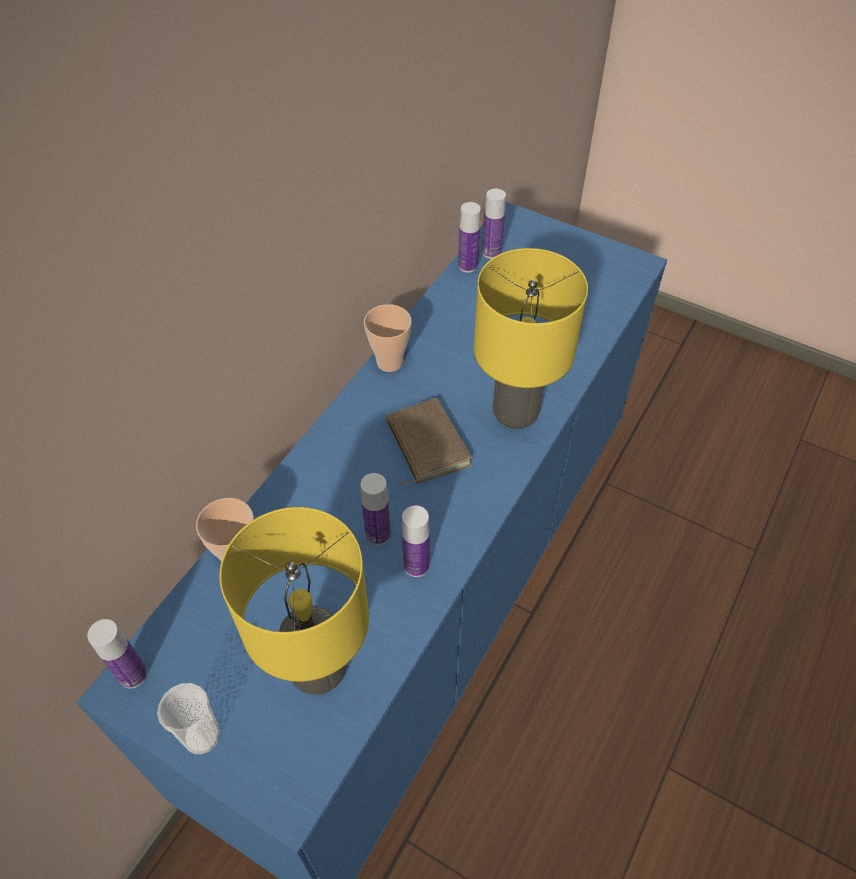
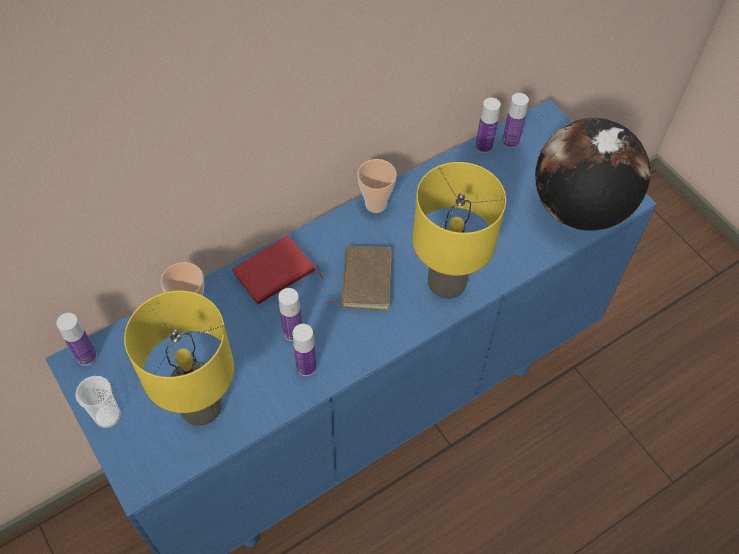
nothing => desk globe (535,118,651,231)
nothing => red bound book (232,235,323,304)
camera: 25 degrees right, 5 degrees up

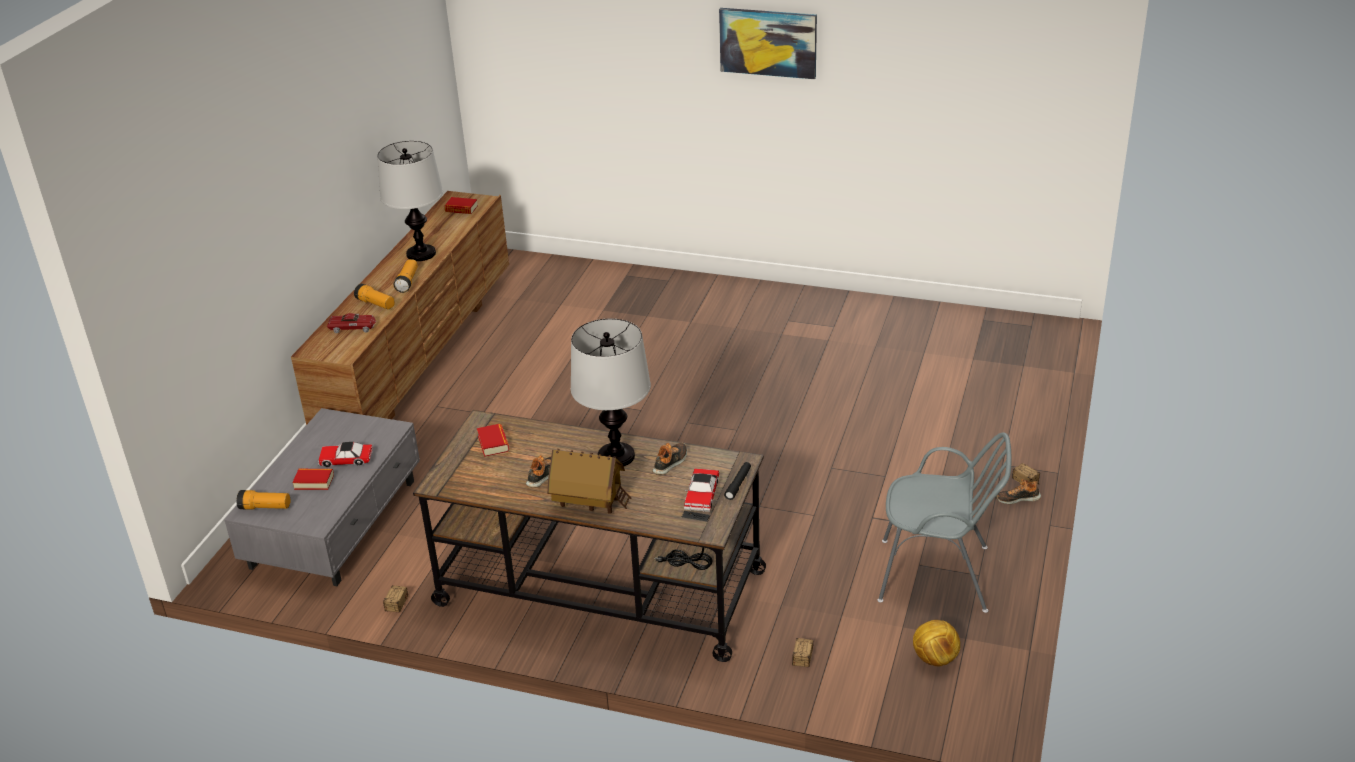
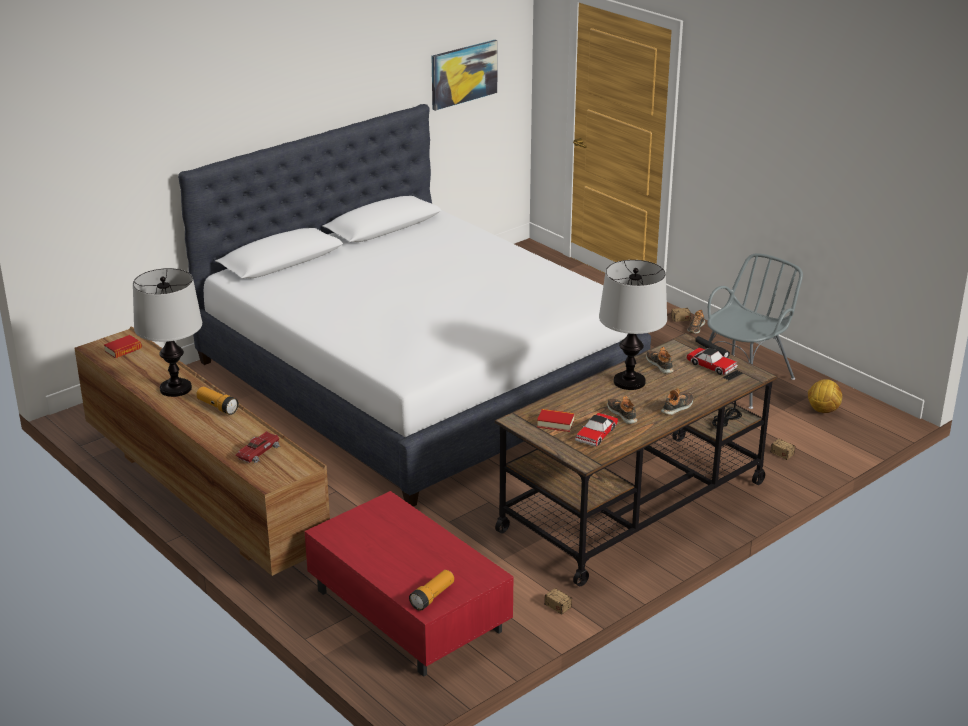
picture (719,8,817,79) => picture (431,40,498,111), move
hand torch (354,284,395,309) => nothing
gray lounge table (224,408,420,586) => red lounge table (305,491,513,677)
miniature car (318,442,373,467) => miniature car (575,413,618,447), move
model house (547,449,631,514) => low shoe (661,388,693,415)
bound book (292,469,334,490) => nothing
nothing => white-coloured bed (178,104,651,507)
camera: 60 degrees left, 5 degrees down

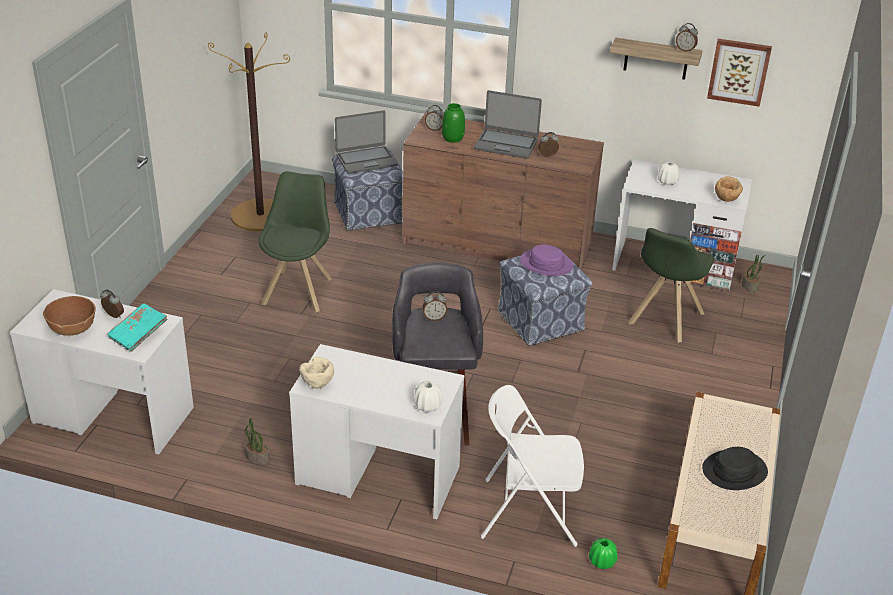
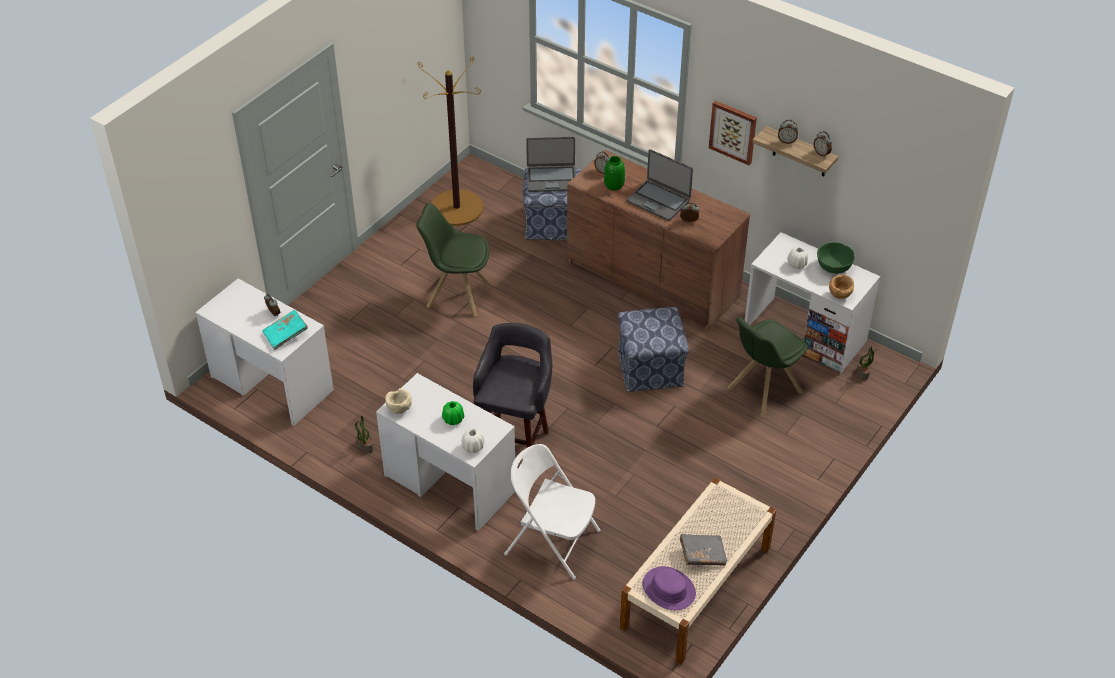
picture (707,39,772,107) => picture (709,101,757,165), move
green upright chair (258,171,332,312) => green upright chair (416,203,490,317), 105 degrees counterclockwise
purple wearable hat (520,245,573,276) => purple wearable hat (643,566,696,610), move
bedside clock (422,291,447,321) => bedside clock (778,120,798,144), move
brown serving bowl (43,296,96,336) => nothing
blackish wearable hat (702,447,768,490) => gray bound book (680,534,727,566)
green flower vase (589,538,617,569) => green flower vase (442,401,464,425), move
nothing => green serving bowl (817,242,855,274)
camera: 20 degrees right, 10 degrees up

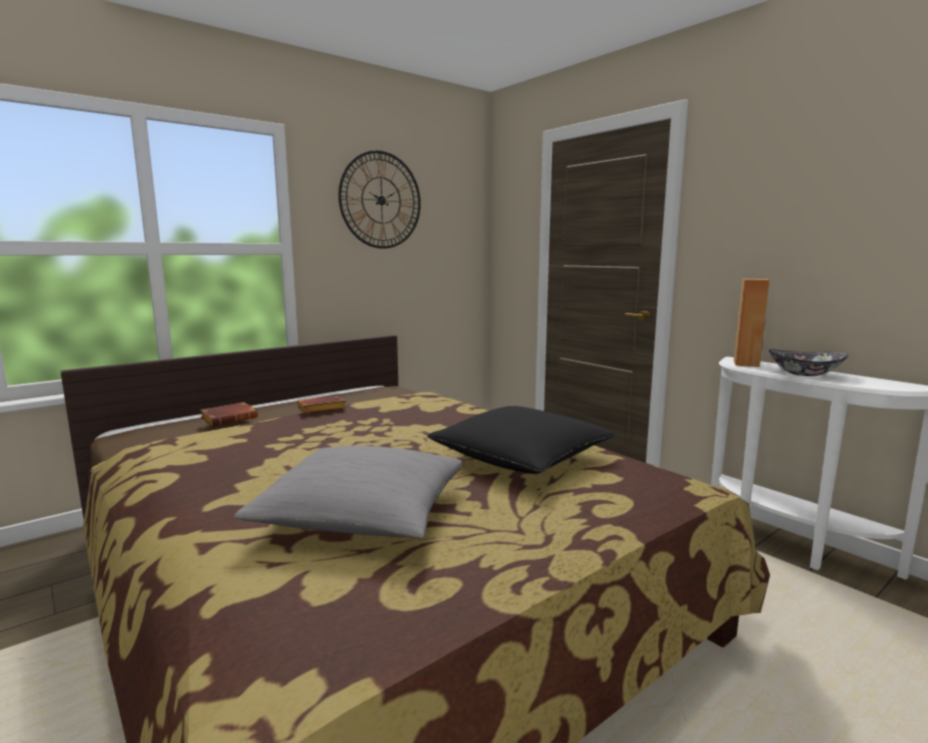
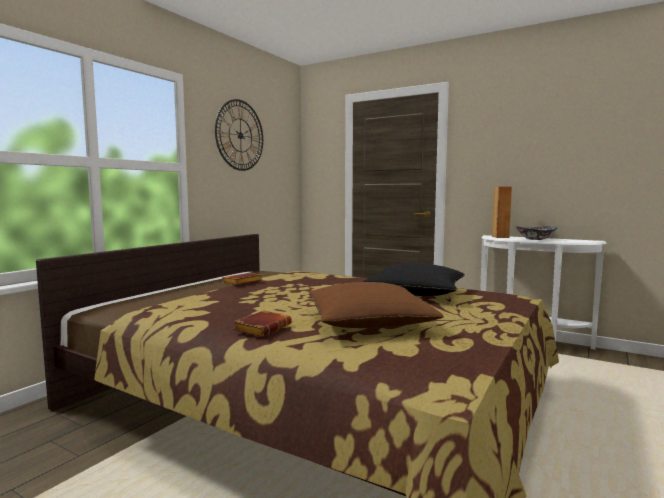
brown bound book (200,402,258,426) => brown bound book (233,310,292,337), move
gray pillow (234,445,463,539) => brown pillow (309,282,444,328)
camera: 20 degrees left, 5 degrees down

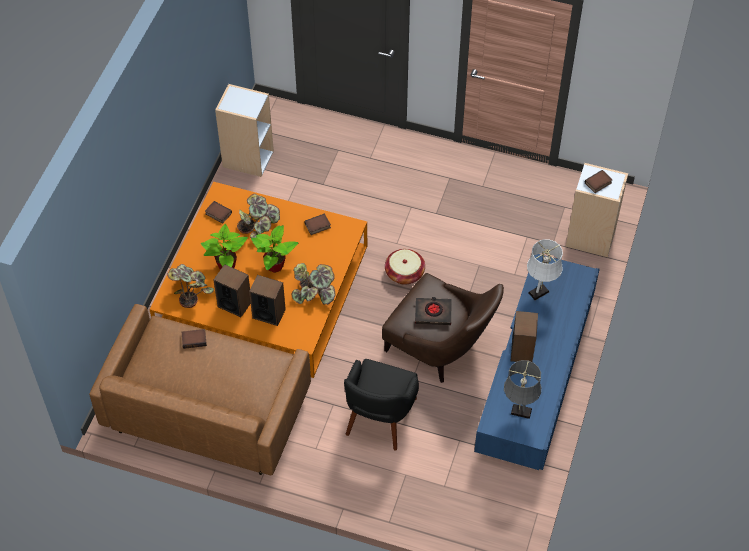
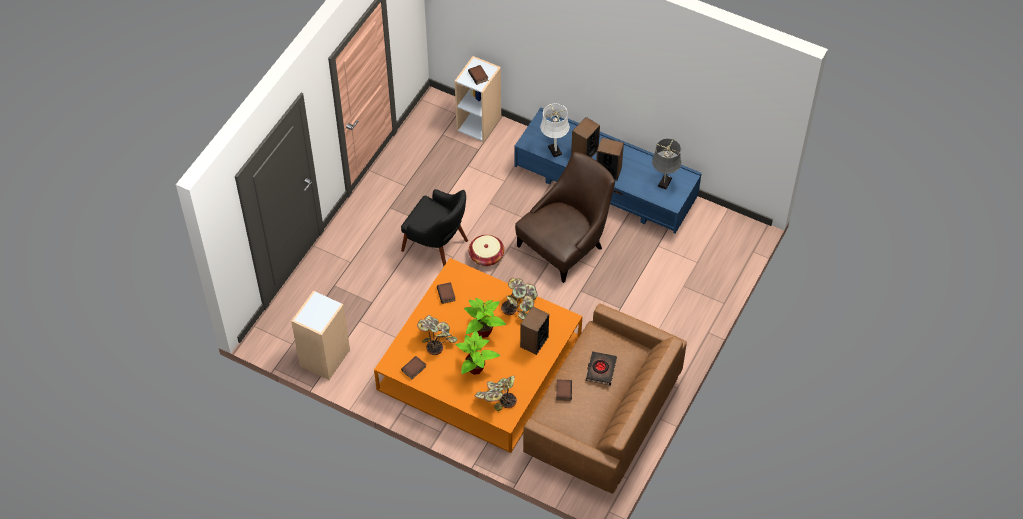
loudspeaker (213,264,251,317) => loudspeaker (571,117,600,158), move
blackish bound book (415,297,451,325) => blackish bound book (586,351,617,385), move
blackish armchair (344,359,419,450) => blackish armchair (401,189,468,267), move
camera: 80 degrees left, 0 degrees up

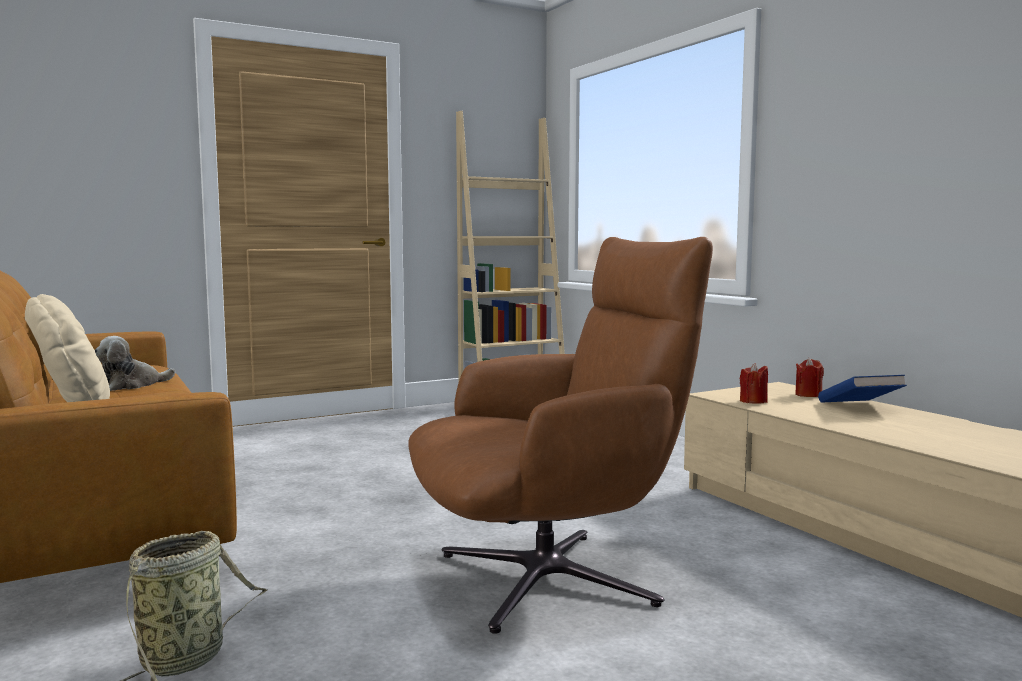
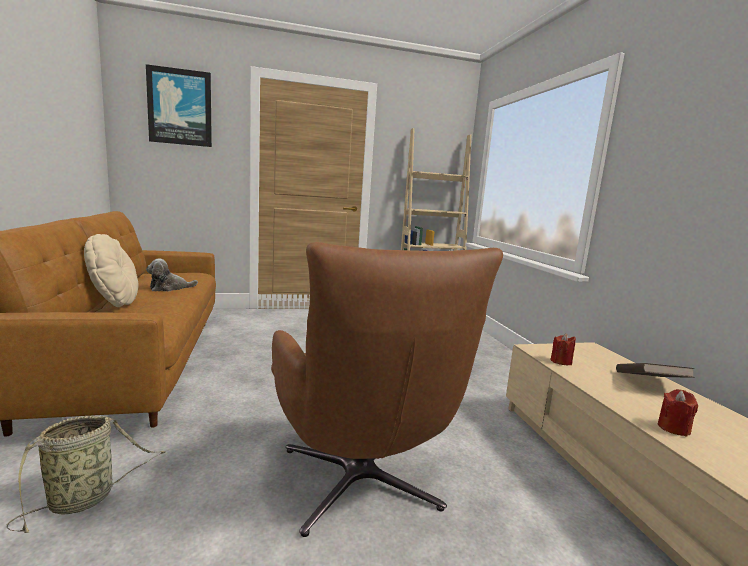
brown armchair (408,237,713,634) => brown armchair (271,242,503,537), 75 degrees clockwise
red candle (795,358,824,397) => red candle (658,389,698,437), move
blue bound book (818,375,907,403) => brown bound book (616,363,695,378)
nothing => picture (146,64,212,147)
camera: 15 degrees right, 5 degrees up

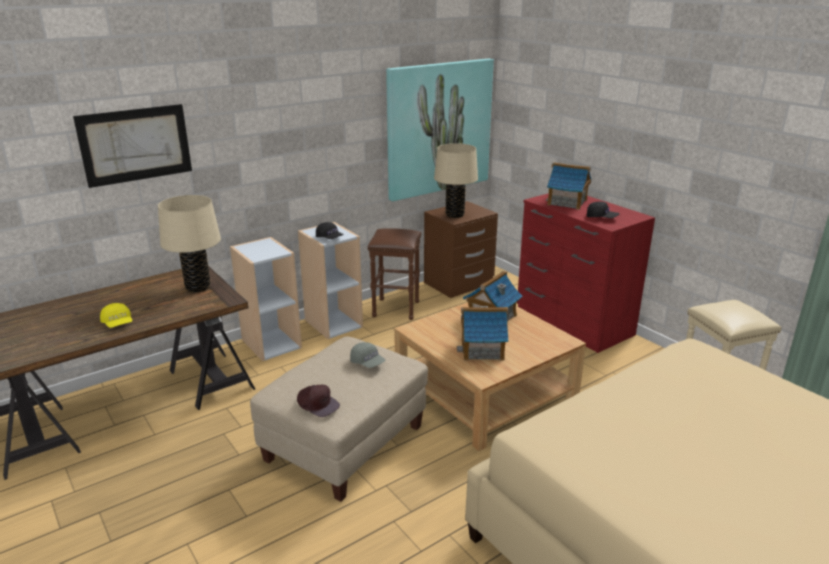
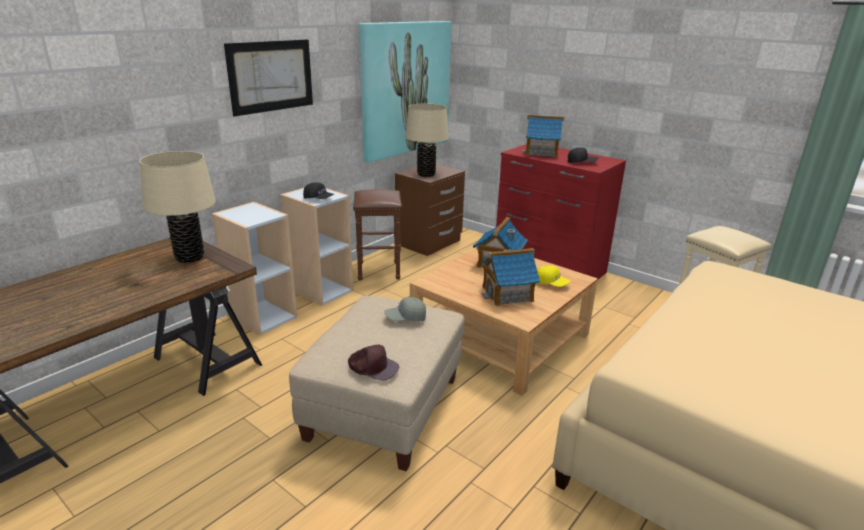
picture (73,104,192,188) => picture (224,39,313,116), move
yellow peaked cap (100,303,132,328) => yellow peaked cap (538,265,571,287), move
gray peaked cap (350,342,386,368) => gray peaked cap (384,297,426,322), 135 degrees clockwise
camera: 15 degrees left, 0 degrees up

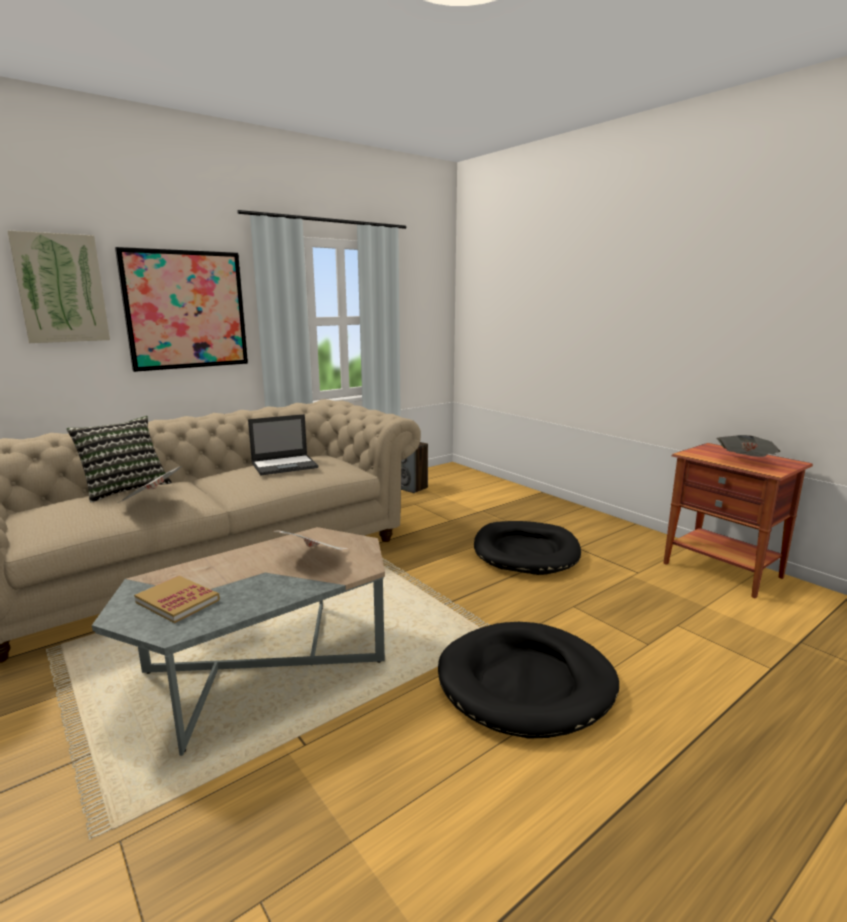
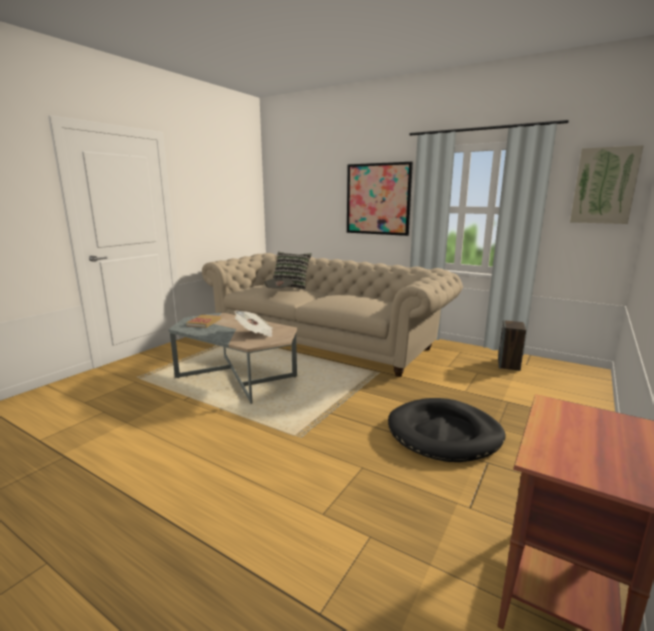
picture (7,230,110,343) => picture (570,145,644,224), move
portable computer (248,414,319,476) => nothing
printed paper (717,435,780,457) => nothing
blackish dog bed (438,622,619,739) => nothing
camera: 70 degrees right, 0 degrees up

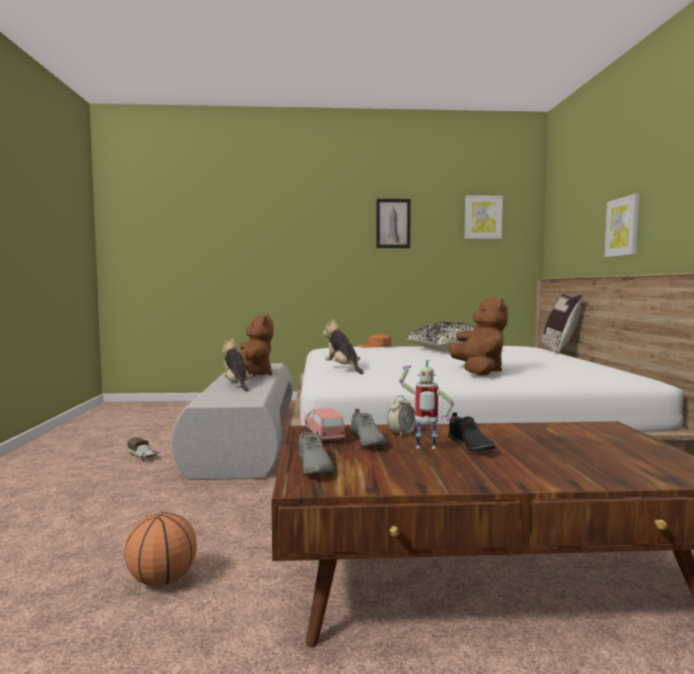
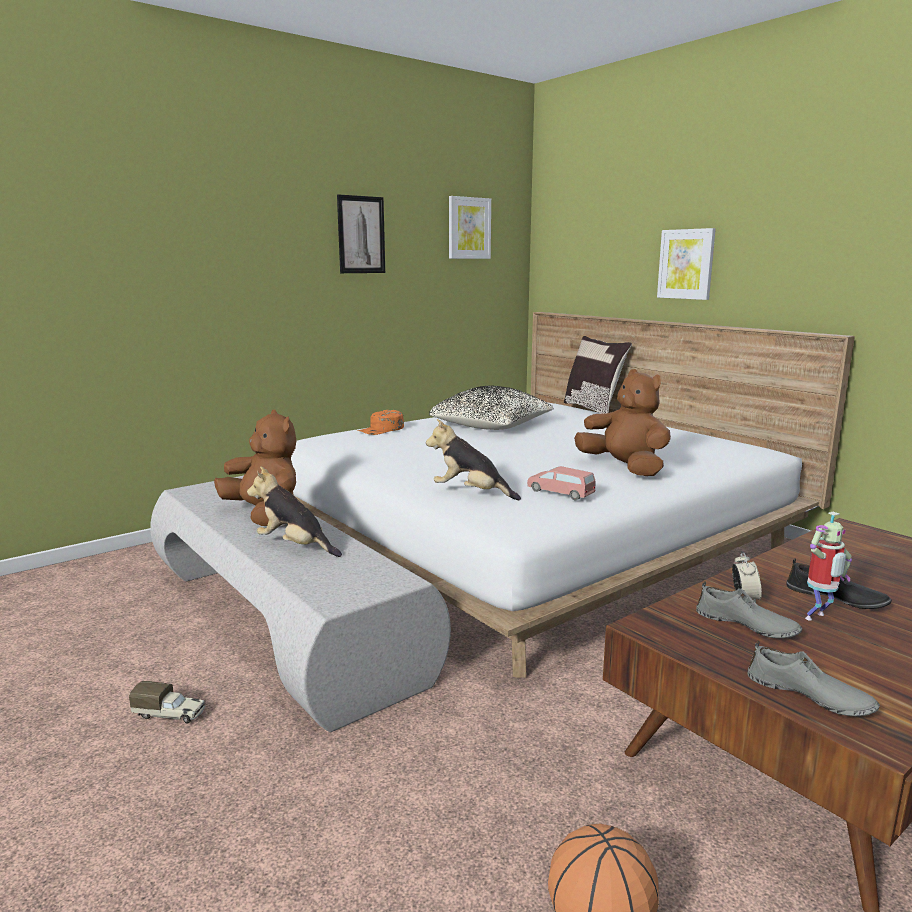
pink miniature car (304,408,345,442) => pink miniature car (527,466,595,501), move
camera: 35 degrees left, 10 degrees up

